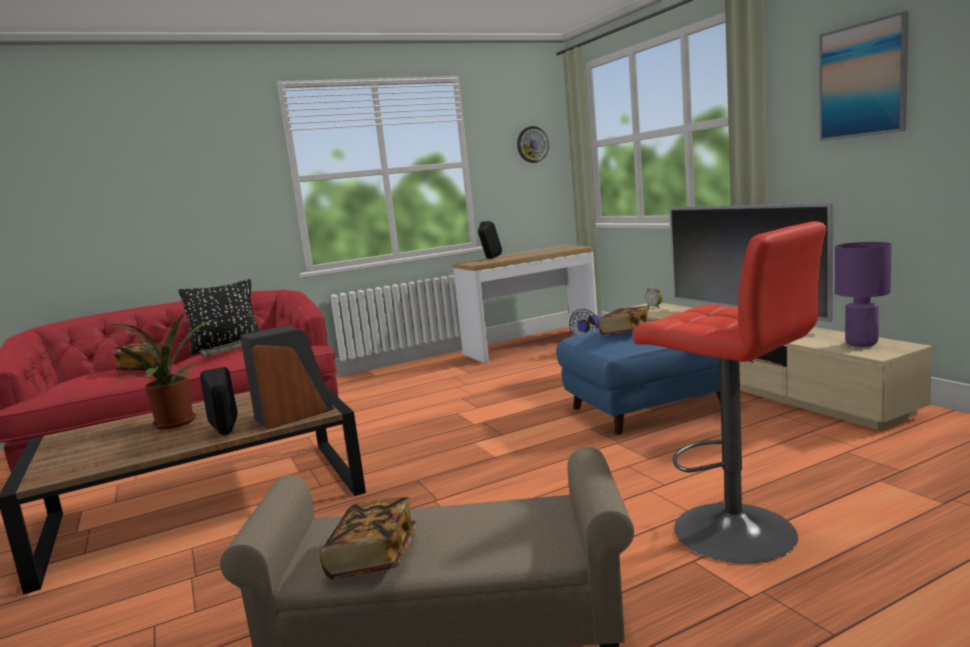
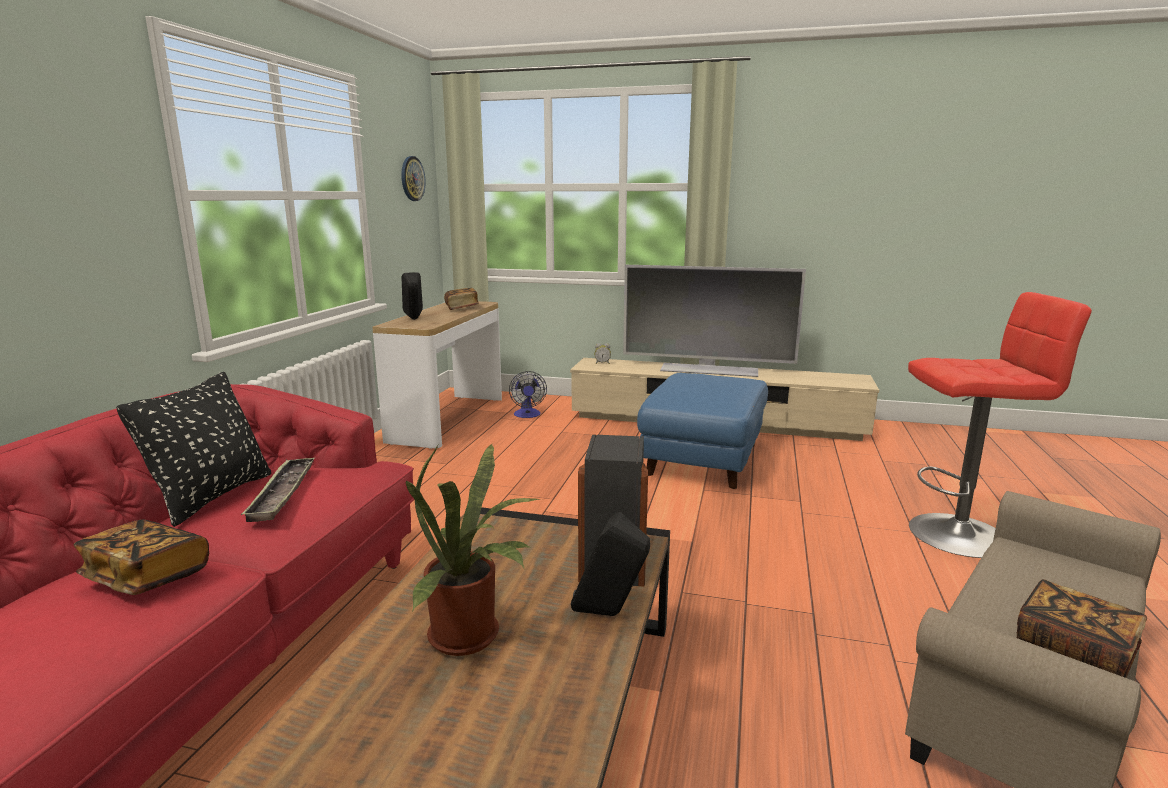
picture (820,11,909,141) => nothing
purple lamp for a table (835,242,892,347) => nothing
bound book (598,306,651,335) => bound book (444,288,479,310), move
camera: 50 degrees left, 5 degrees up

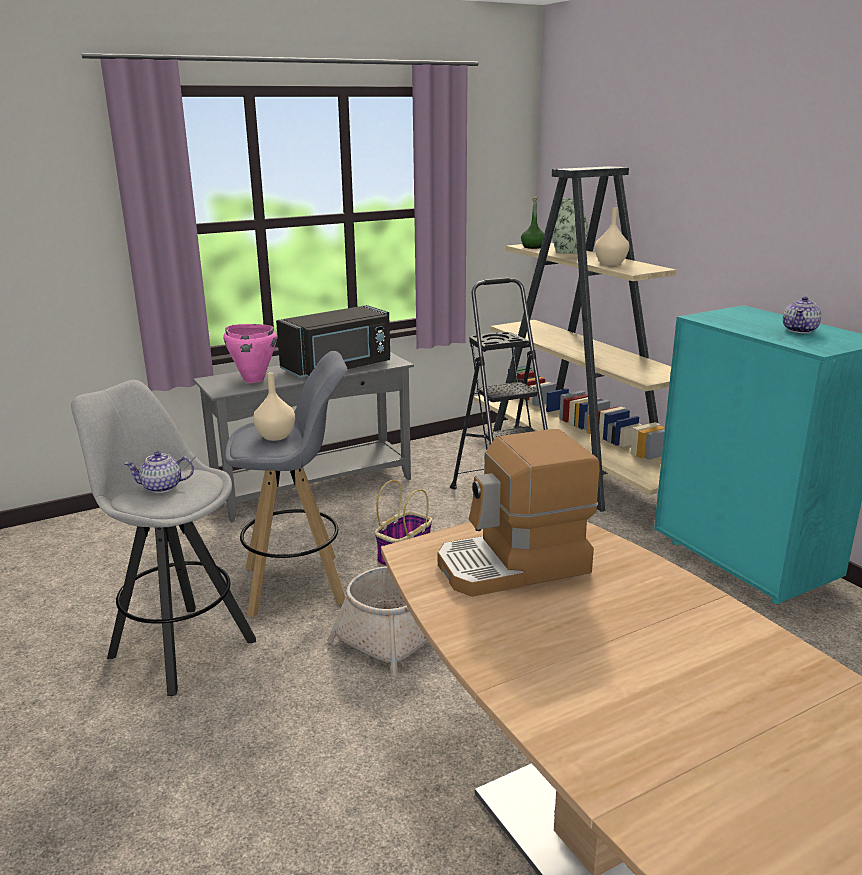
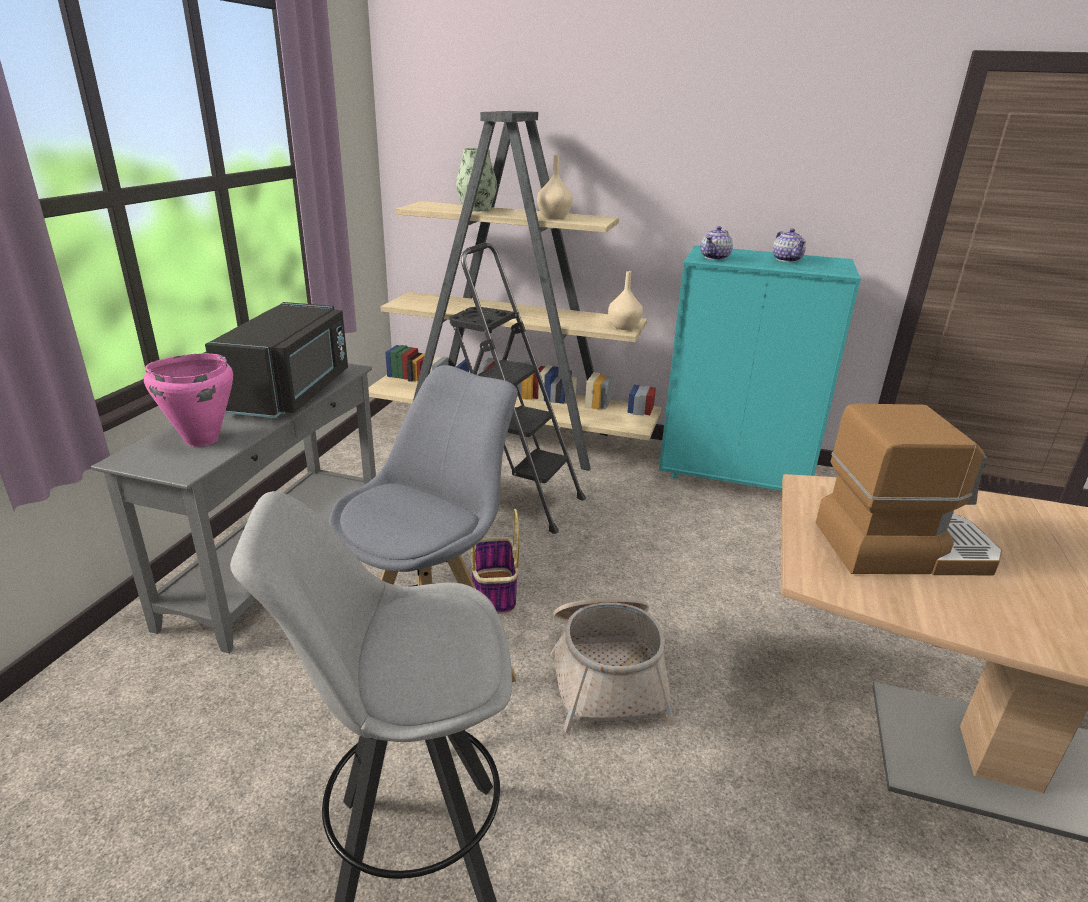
green beverage bottle (521,197,544,249) => nothing
beige-coloured flower vase (253,372,295,441) => beige-coloured flower vase (608,271,643,330), move
coffee maker (438,429,600,597) => coffee maker (816,404,1002,575), 120 degrees counterclockwise
teapot (124,451,194,493) => teapot (701,226,733,260), move
camera: 45 degrees left, 5 degrees up

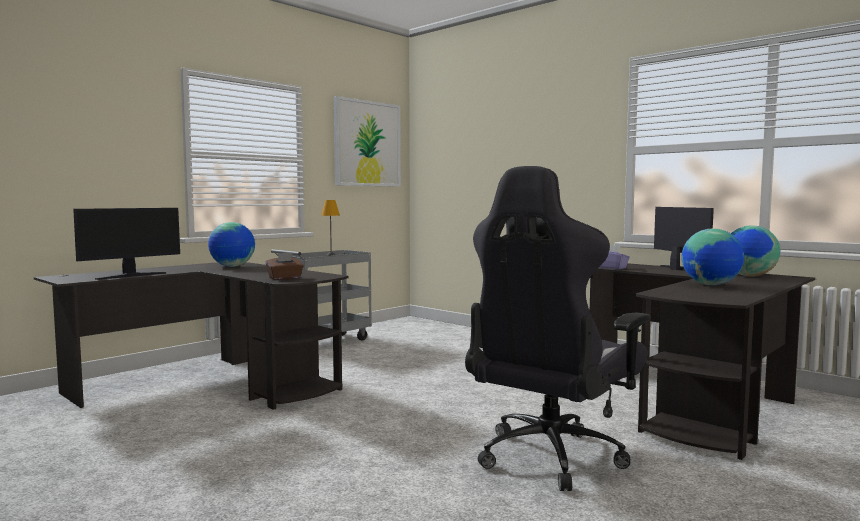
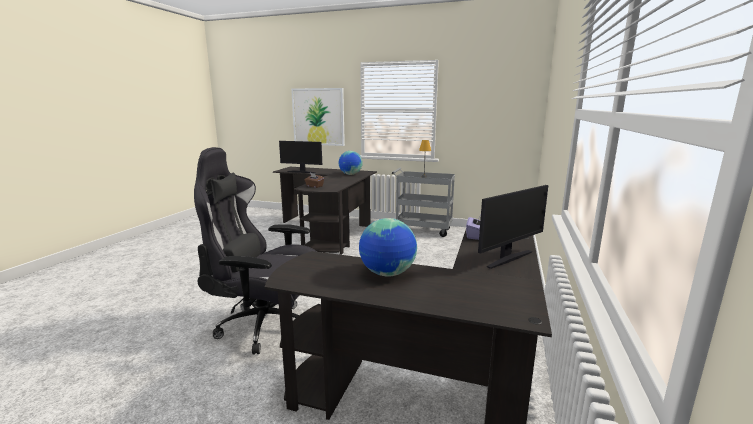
picture (334,96,401,187) => picture (291,88,345,146), move
desk globe (731,225,781,277) => nothing
camera: 65 degrees right, 10 degrees up

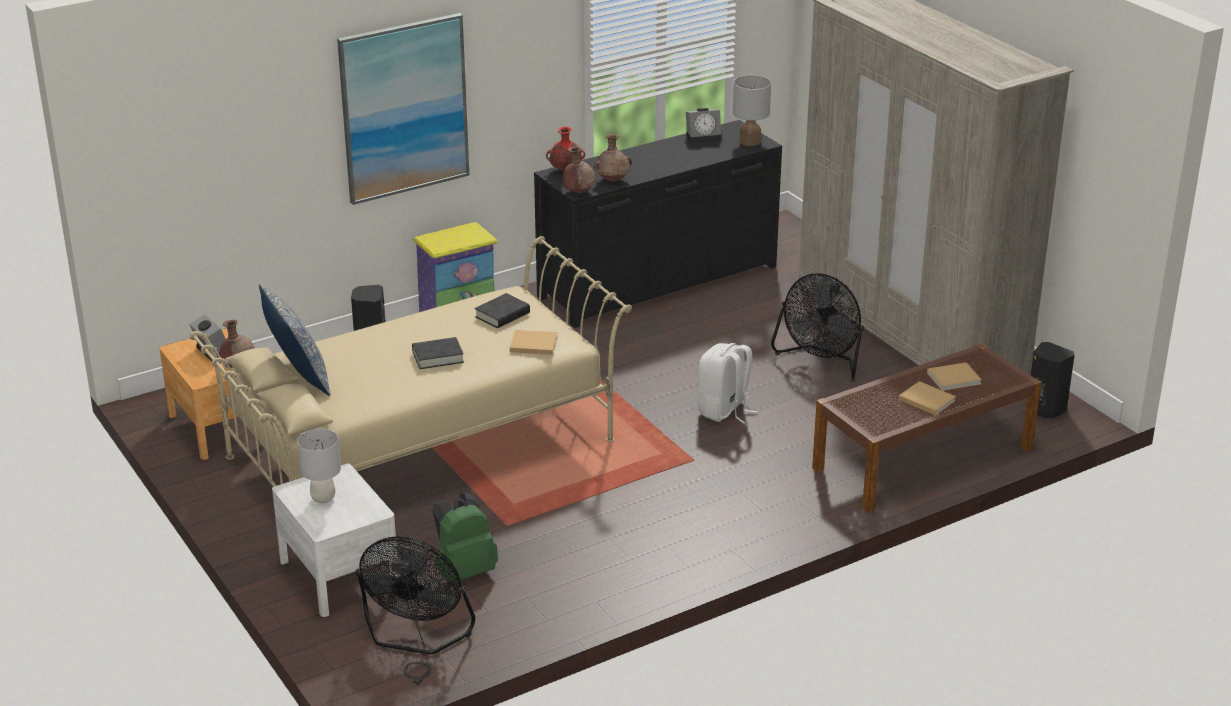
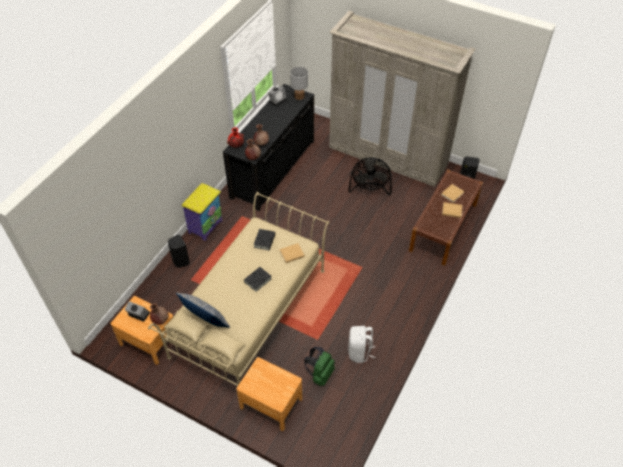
picture (337,13,469,205) => nothing
white-coloured backpack (698,343,757,424) => white-coloured backpack (348,326,375,363), move
gray lamp for a table (297,429,341,503) => nothing
white-coloured nightstand (272,463,399,617) => brown nightstand (236,357,302,431)
blackish fan (355,537,475,685) => nothing
camera: 30 degrees left, 20 degrees up

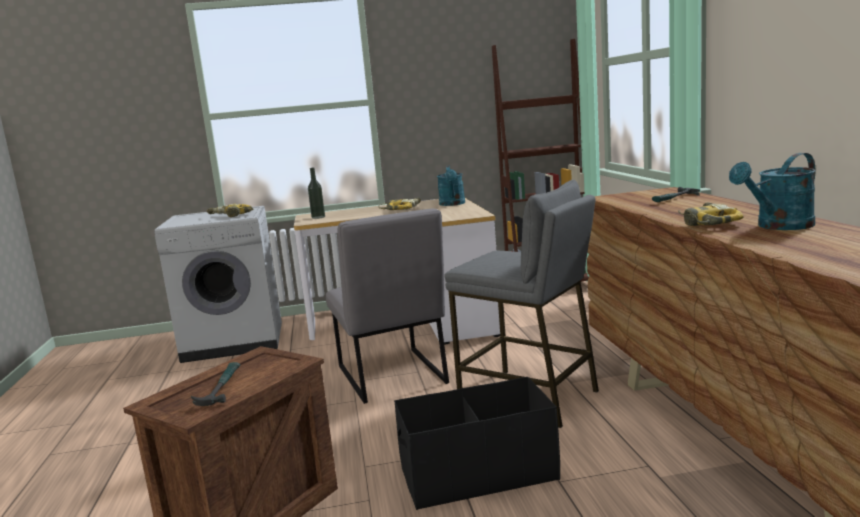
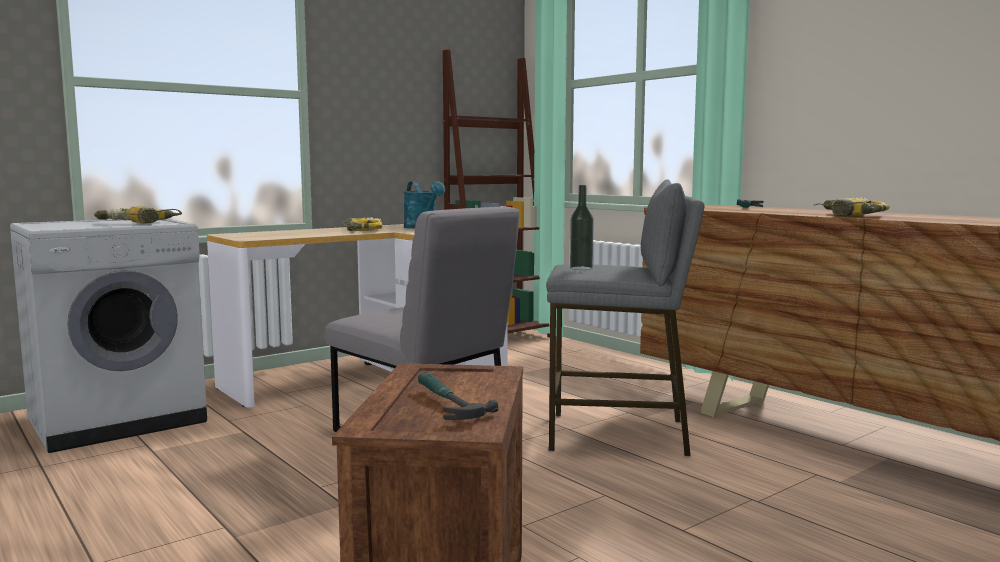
turquoise watering can (729,153,816,230) => nothing
beverage bottle (308,168,325,219) => beverage bottle (570,185,594,270), move
blackish storage box (394,377,560,510) => nothing
camera: 30 degrees left, 5 degrees down

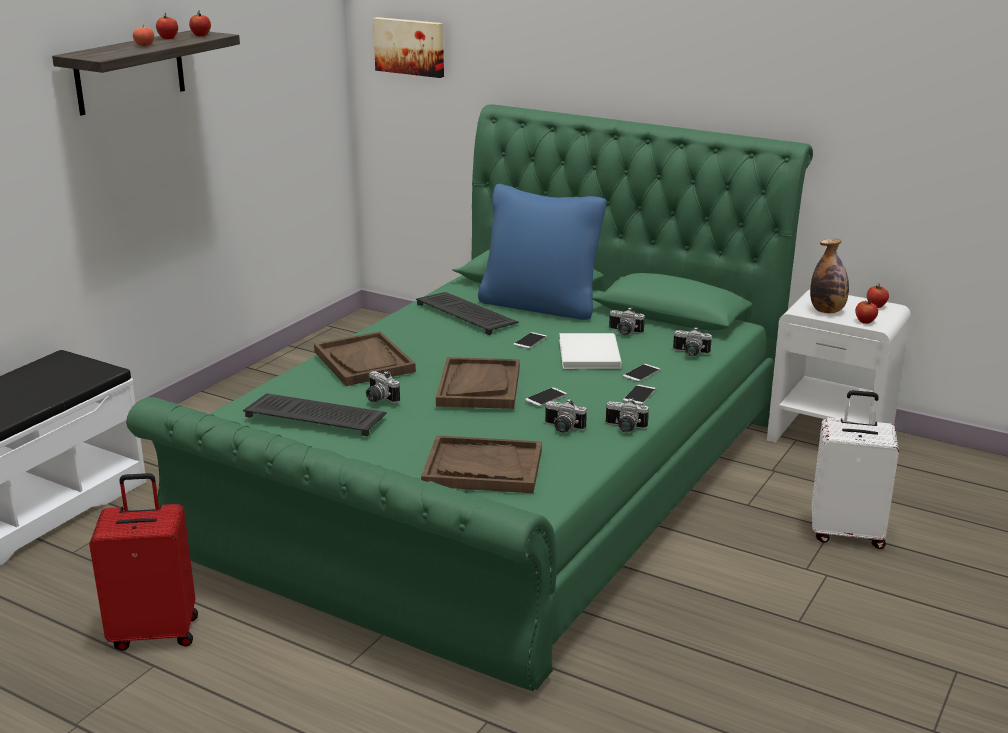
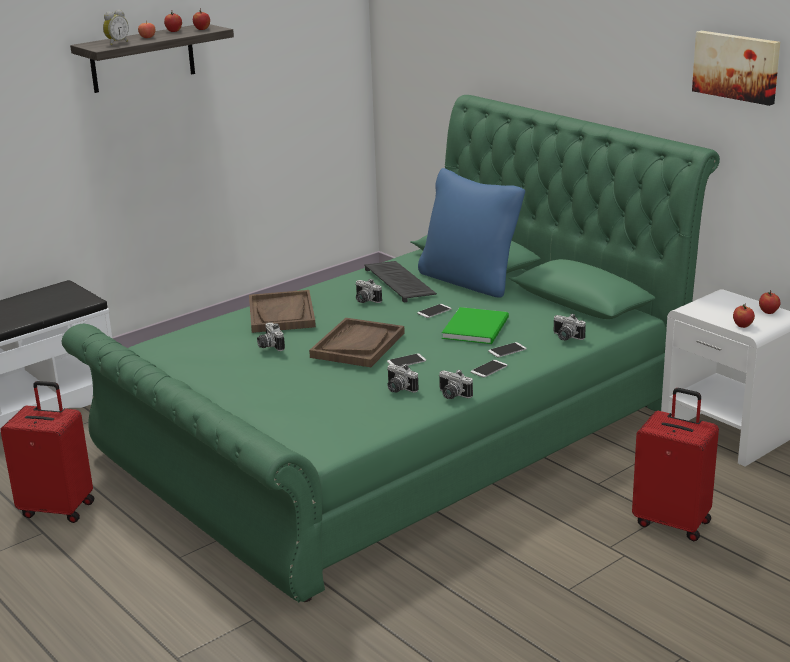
picture (373,17,444,78) => picture (692,31,780,106), move
beverage bottle (810,239,849,313) => nothing
still camera (609,307,645,335) => still camera (356,279,382,303), move
white-coloured bound book (559,333,622,369) => green bound book (442,307,509,344)
white-coloured suitcase (812,390,899,549) => red suitcase (632,388,719,541)
computer keyboard (243,393,387,436) => nothing
brown tray (421,435,542,493) => nothing
nothing => bedside clock (103,9,129,45)
camera: 20 degrees right, 0 degrees up

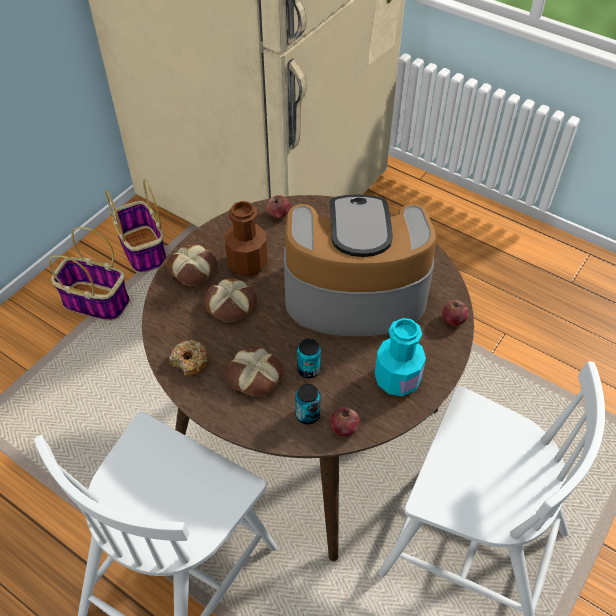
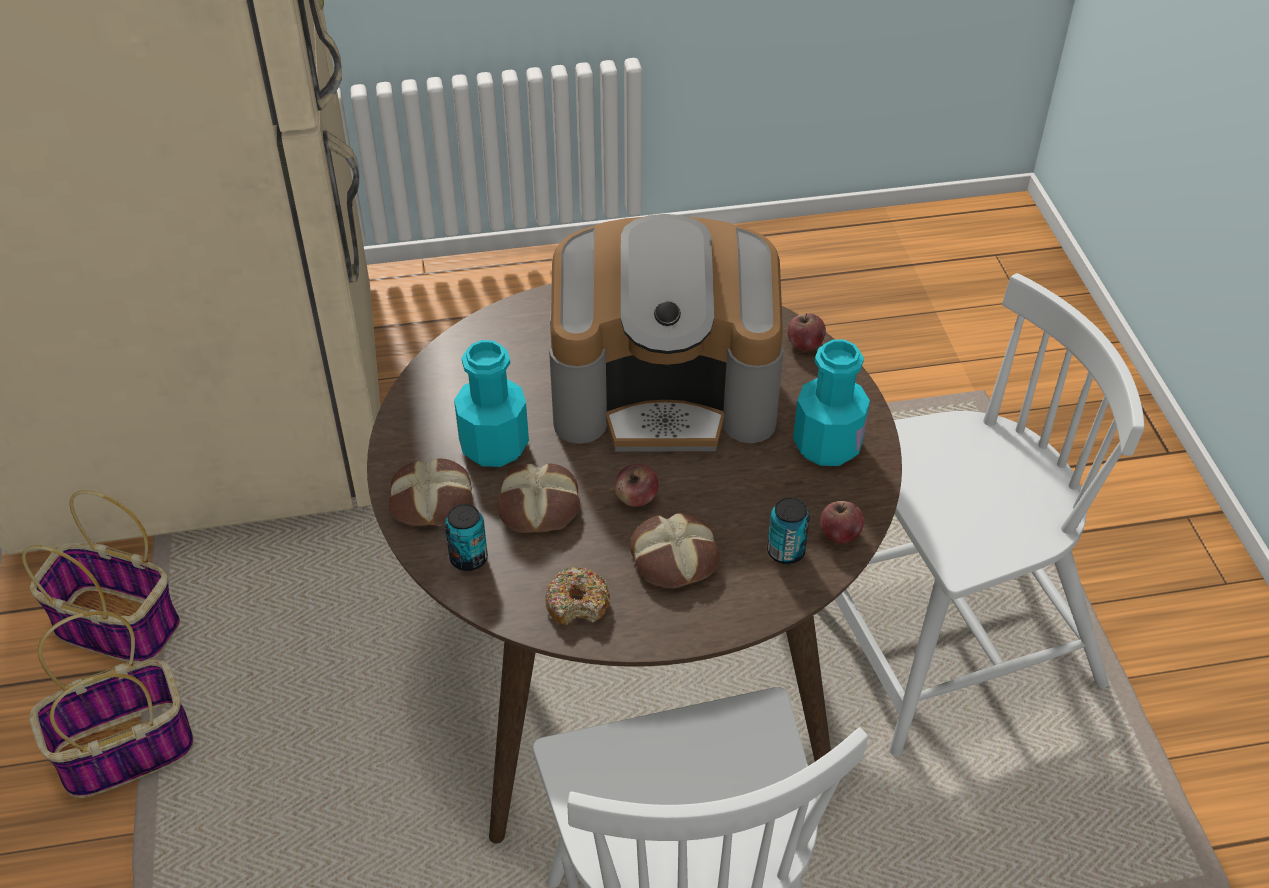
apple fruit (267,195,290,218) => apple fruit (614,464,659,507), move
coffee maker (284,195,437,336) => coffee maker (549,214,784,452), 135 degrees counterclockwise
brown beverage bottle (225,201,268,276) => turquoise beverage bottle (454,340,529,467)
can (297,339,321,378) => can (445,504,488,571), move
camera: 45 degrees left, 5 degrees down

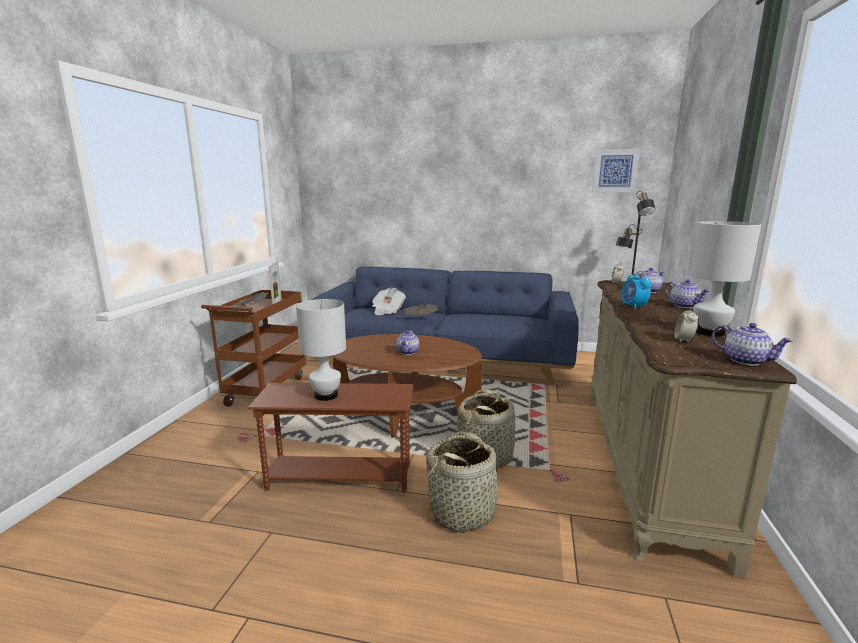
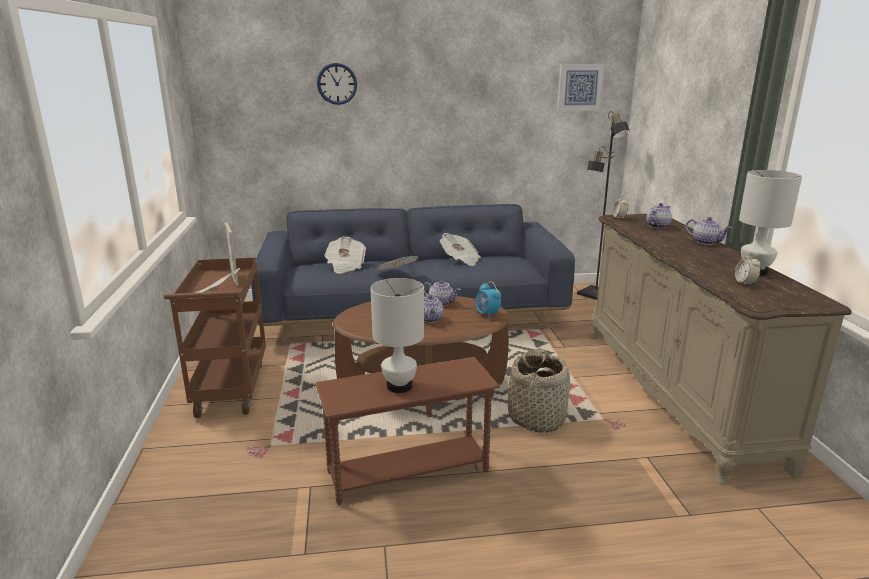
bedside clock (621,271,651,310) => bedside clock (476,282,501,319), move
teapot (711,323,793,366) => teapot (424,280,461,306), move
basket (426,431,506,533) => nothing
nothing => wall clock (317,63,357,105)
nothing => printed paper (440,233,481,266)
camera: 20 degrees left, 5 degrees up

